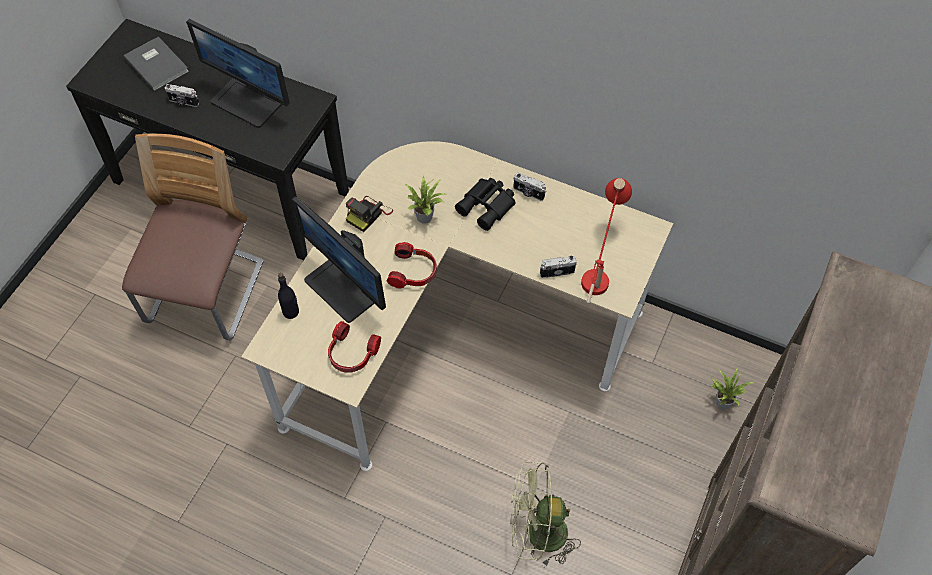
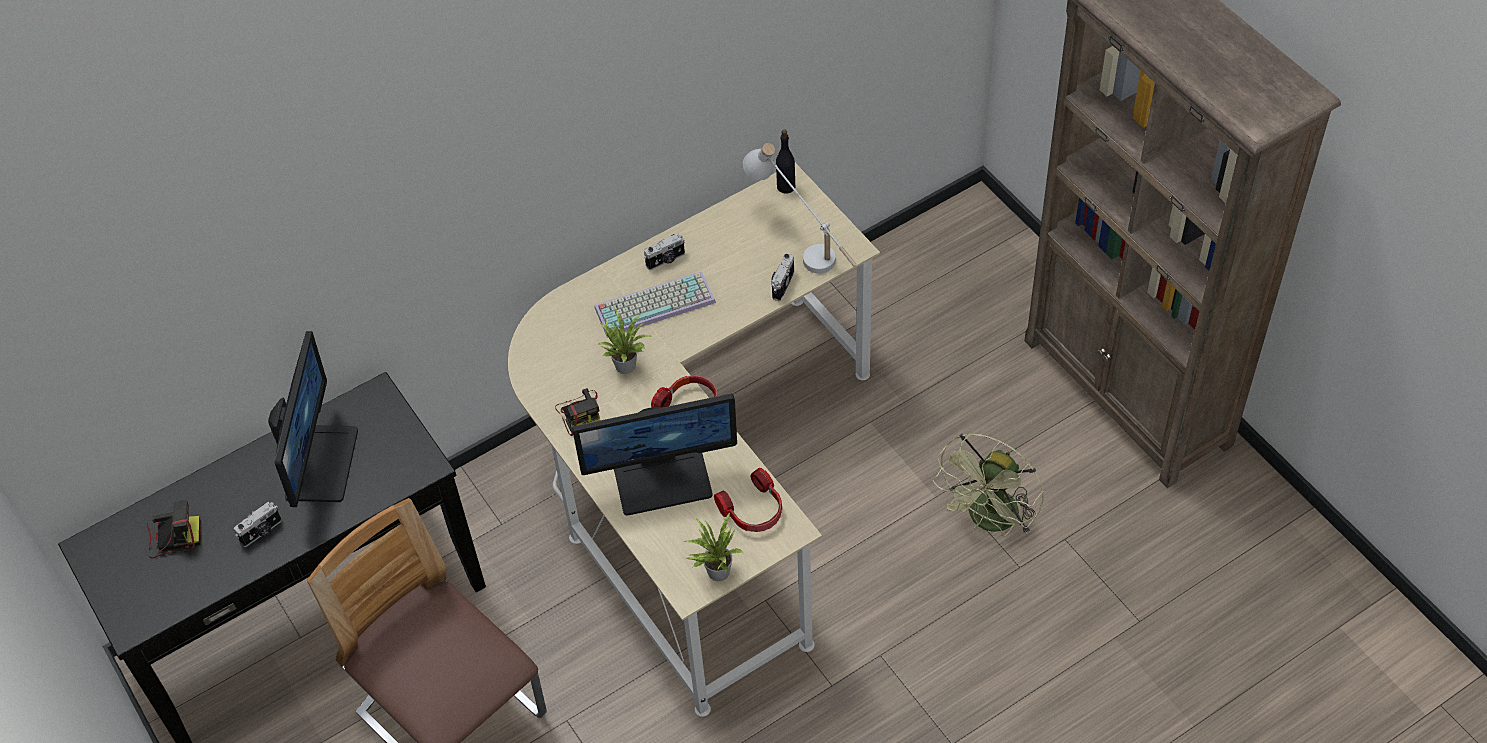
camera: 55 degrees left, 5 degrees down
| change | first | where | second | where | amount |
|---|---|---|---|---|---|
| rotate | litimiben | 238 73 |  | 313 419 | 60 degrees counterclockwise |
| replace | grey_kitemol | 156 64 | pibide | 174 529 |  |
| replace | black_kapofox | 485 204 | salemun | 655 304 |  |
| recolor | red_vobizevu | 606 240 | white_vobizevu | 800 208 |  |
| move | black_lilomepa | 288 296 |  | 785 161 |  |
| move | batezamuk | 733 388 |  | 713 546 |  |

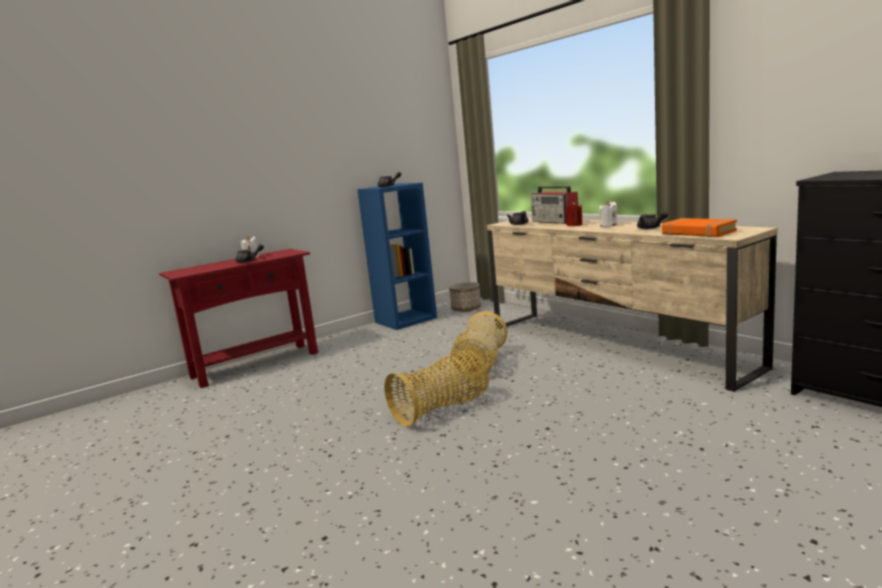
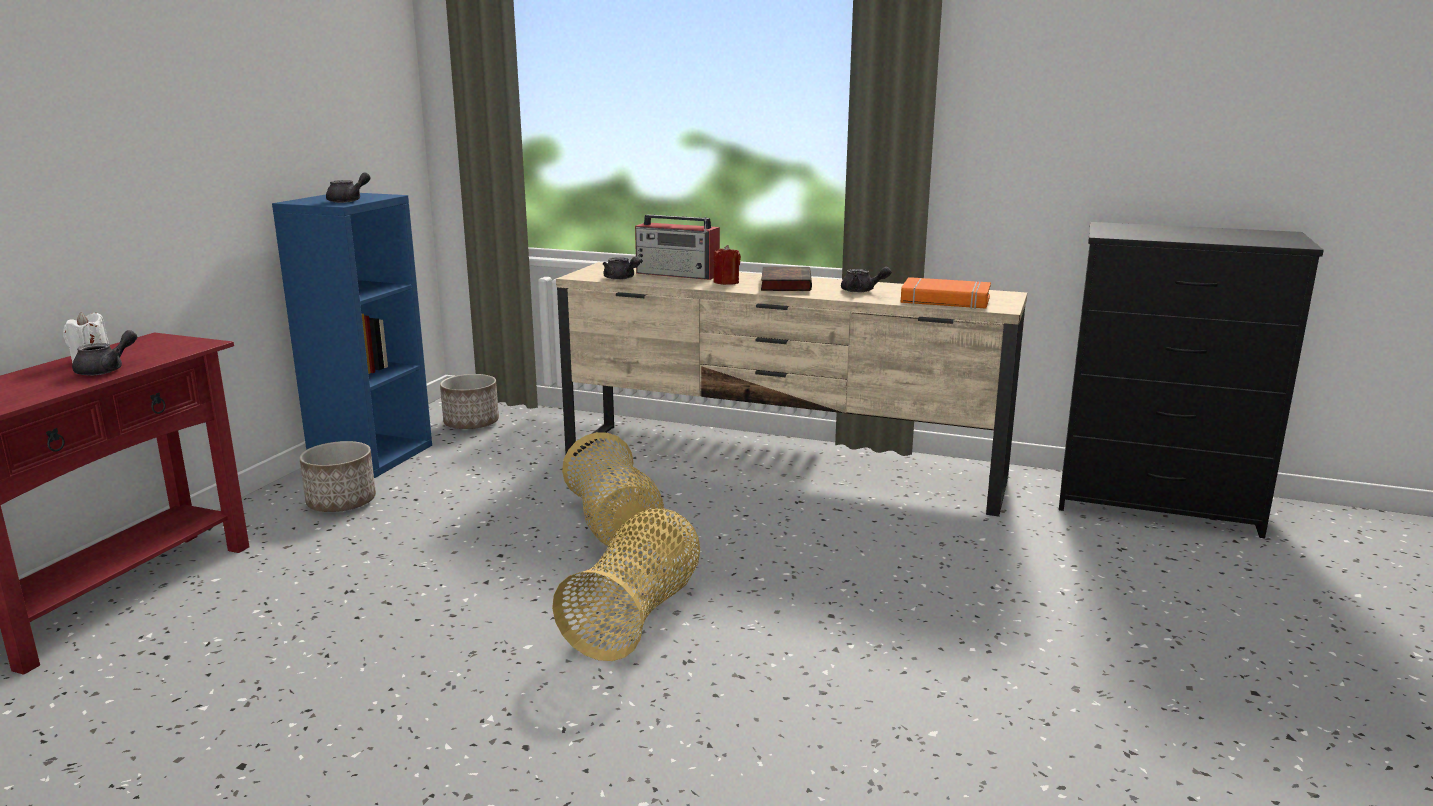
camera: 35 degrees left, 5 degrees up
| change | first | where | second | where | amount |
|---|---|---|---|---|---|
| replace | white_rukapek | 608 214 | kitemol | 786 279 |  |
| insert |  |  | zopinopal | 337 476 |  |

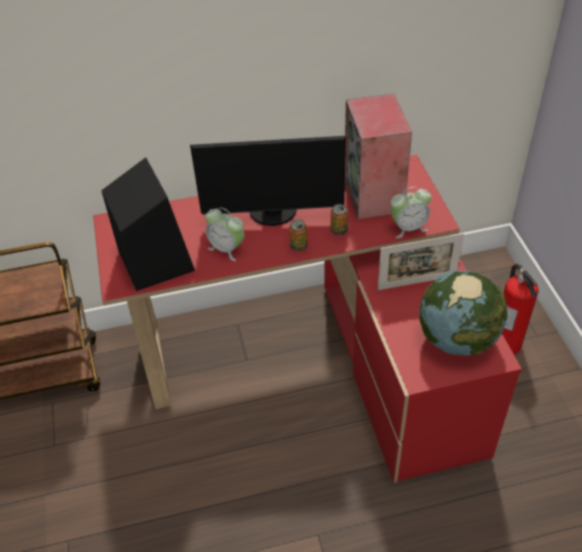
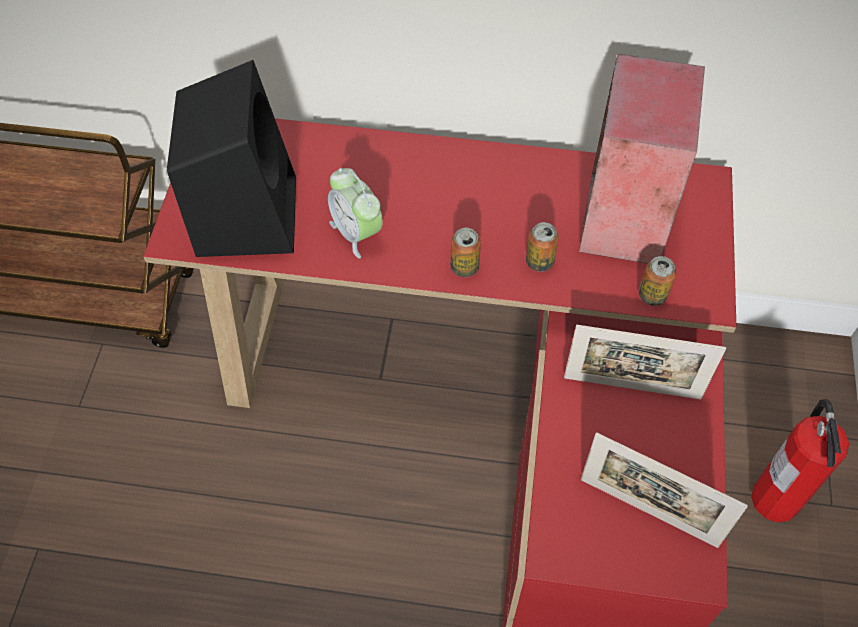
camera: 20 degrees right, 10 degrees up
| change | first | where | second | where | amount |
|---|---|---|---|---|---|
| delete | litimiben | 268 181 |  |  |  |
| replace | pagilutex | 411 212 | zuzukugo | 657 281 |  |
| replace | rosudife | 463 313 | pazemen | 664 490 |  |

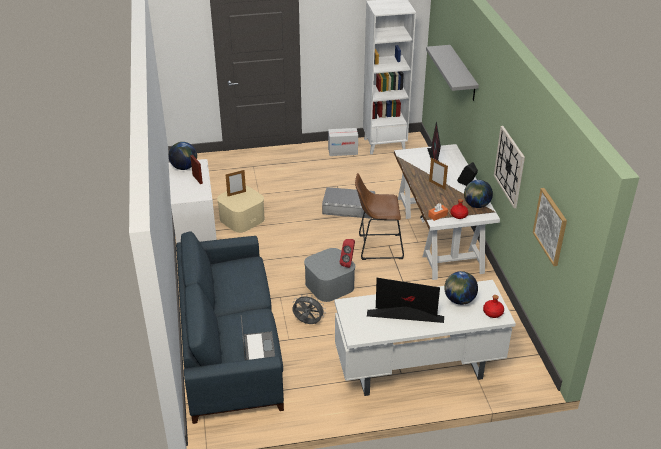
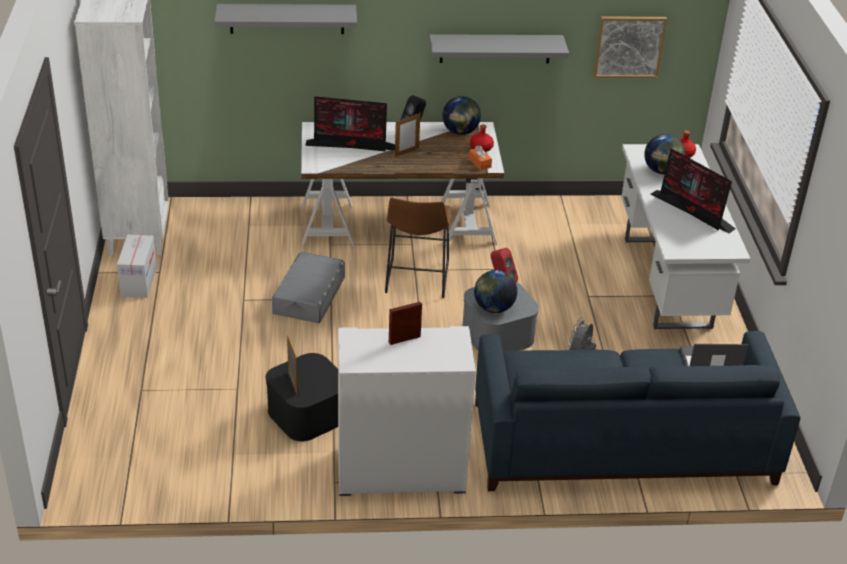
camera: 85 degrees left, 0 degrees up
| change | first | where | second | where | amount |
|---|---|---|---|---|---|
| replace | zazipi | 509 167 | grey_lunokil | 499 48 |  |
| move | rosudife | 183 156 |  | 495 291 |  |
| recolor | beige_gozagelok | 241 209 | black_gozagelok | 302 397 |  |
| rotate | litimiben | 405 300 |  | 693 190 | 60 degrees counterclockwise |

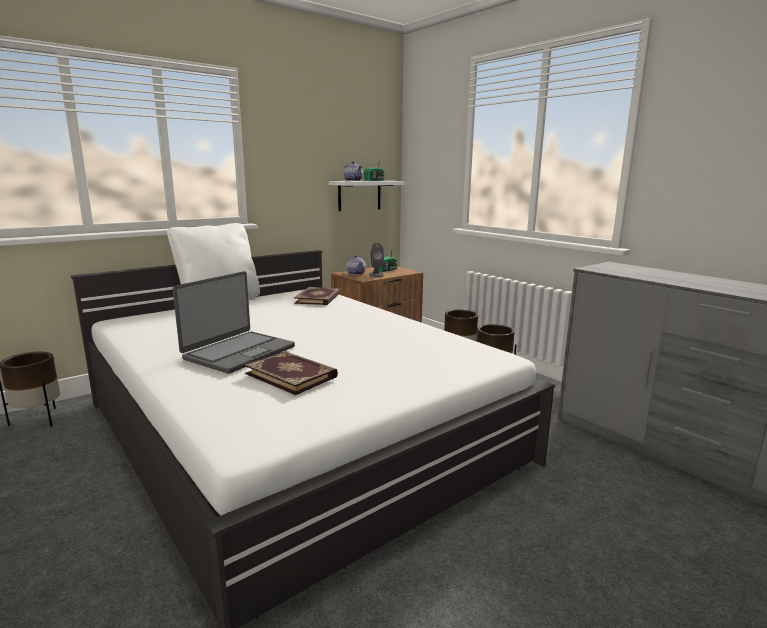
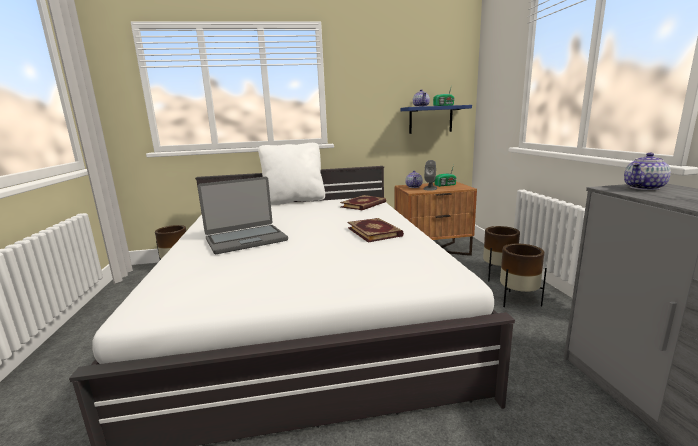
camera: 30 degrees right, 0 degrees up
| change | first | where | second | where | amount |
|---|---|---|---|---|---|
| recolor | white_lunokil | 367 196 | blue_lunokil | 436 119 |  |
| move | kitemol | 291 373 |  | 376 230 |  |
| insert |  |  | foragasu | 647 171 |  |

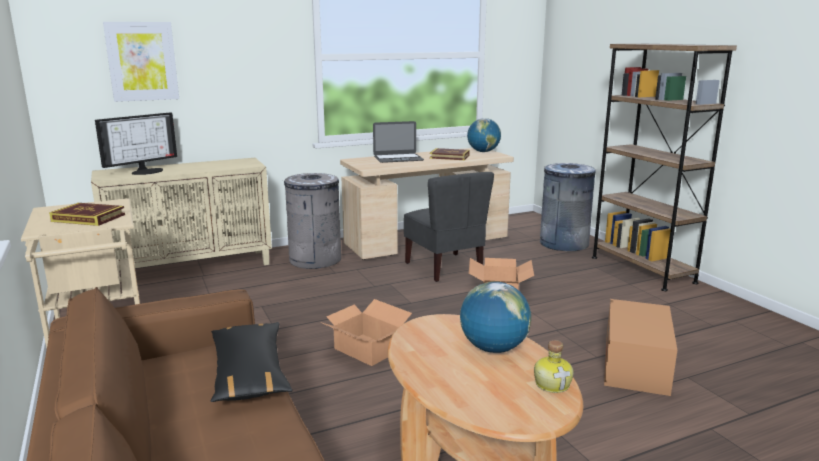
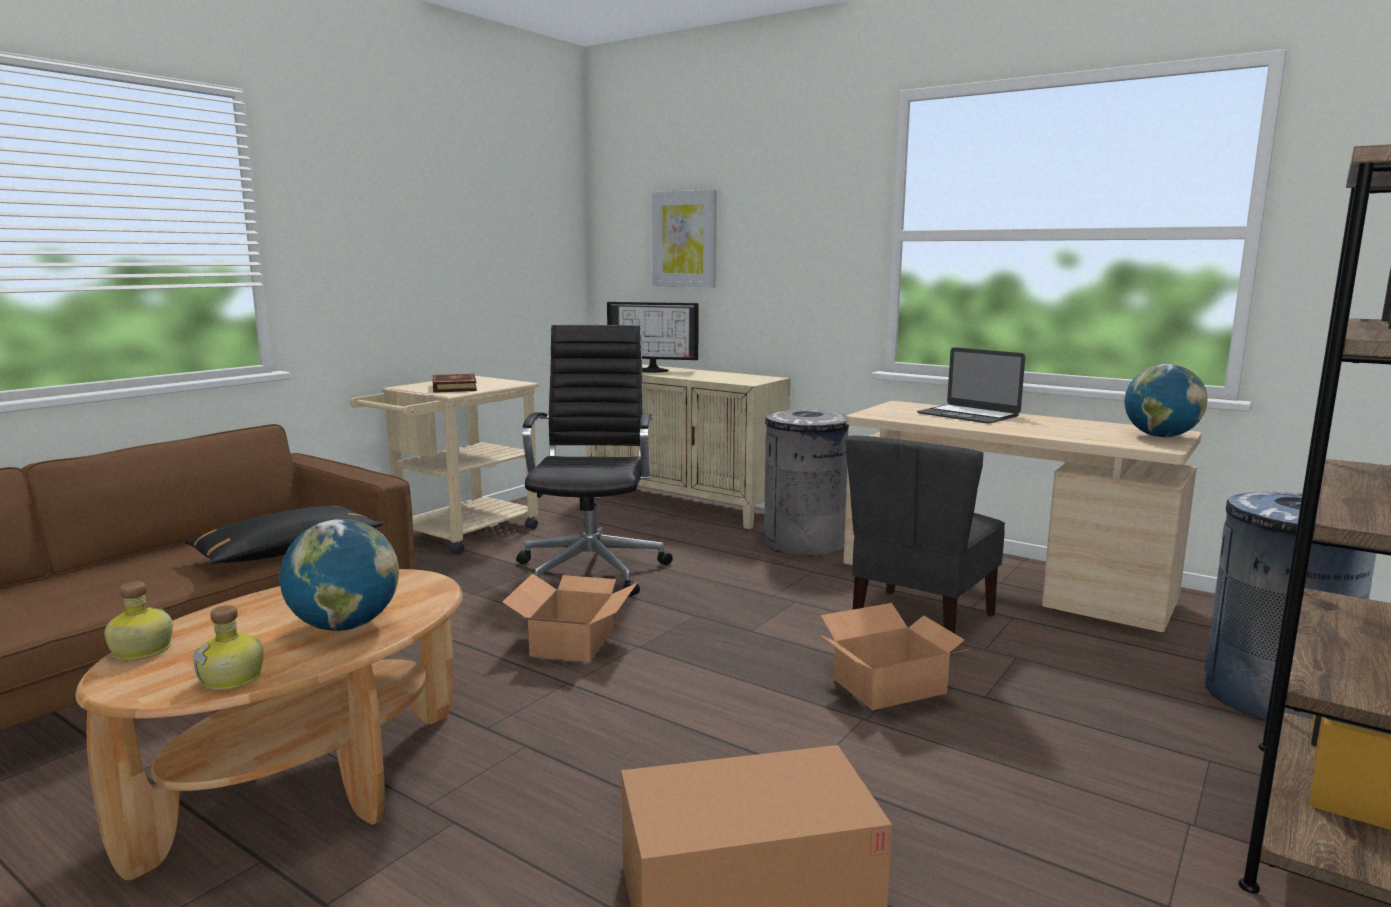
camera: 60 degrees right, 5 degrees down
| change | first | where | second | where | amount |
|---|---|---|---|---|---|
| delete | kitemol | 450 154 |  |  |  |
| insert |  |  | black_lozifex | 594 461 |  |
| insert |  |  | lilomepa | 138 621 |  |

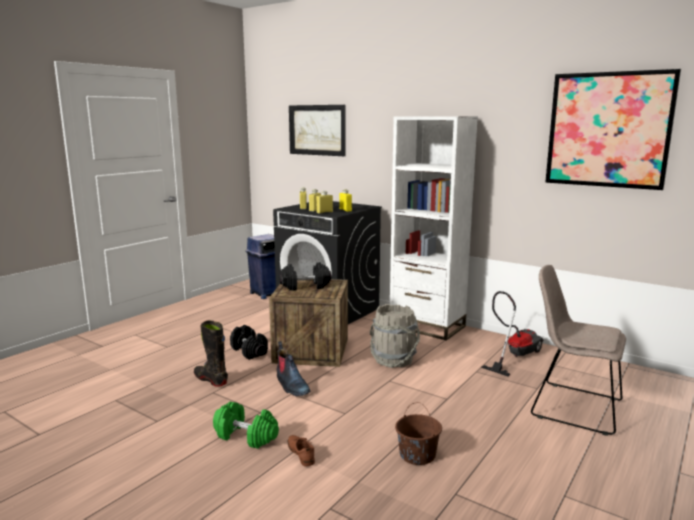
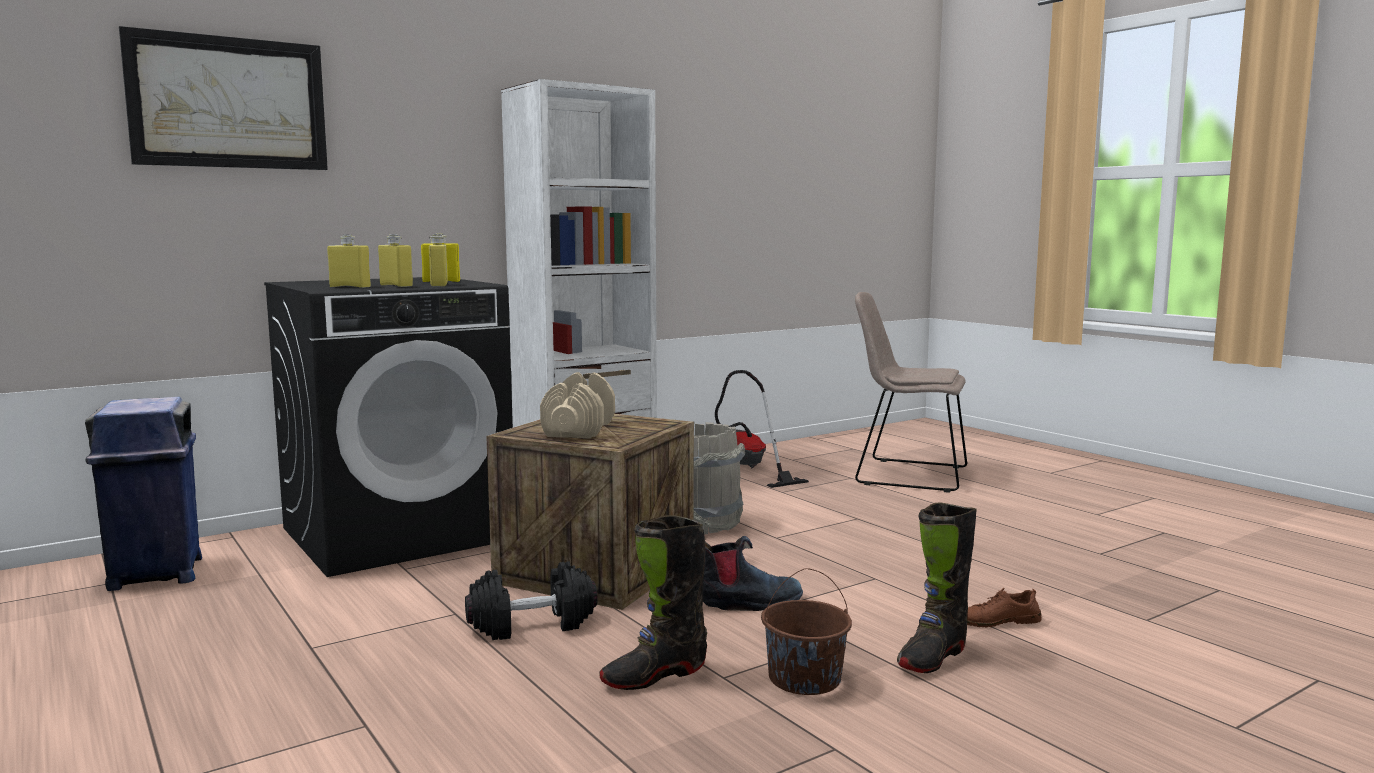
camera: 70 degrees left, 5 degrees down
| change | first | where | second | where | amount |
|---|---|---|---|---|---|
| delete | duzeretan | 613 129 |  |  |  |
| recolor | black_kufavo | 305 276 | beige_kufavo | 577 405 |  |
| rotate | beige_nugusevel | 578 350 |  | 911 392 | 60 degrees clockwise |
| replace | green_kufavo | 246 425 | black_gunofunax | 937 587 |  |
| move | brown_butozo | 418 433 |  | 806 631 |  |

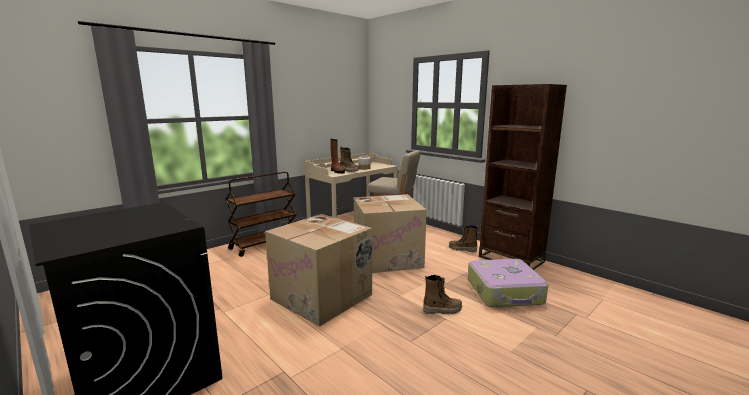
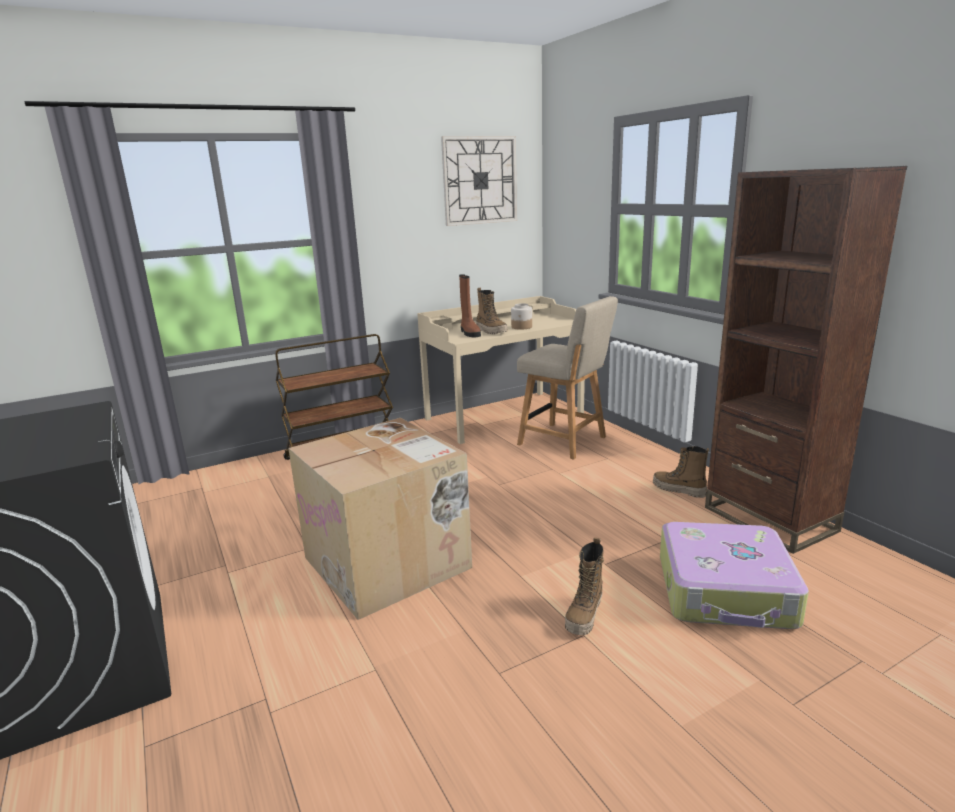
camera: 15 degrees right, 5 degrees up
| change | first | where | second | where | amount |
|---|---|---|---|---|---|
| delete | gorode | 390 233 |  |  |  |
| rotate | gunofunax | 442 294 |  | 584 586 | 105 degrees clockwise |
| insert |  |  | zazipi | 479 181 |  |

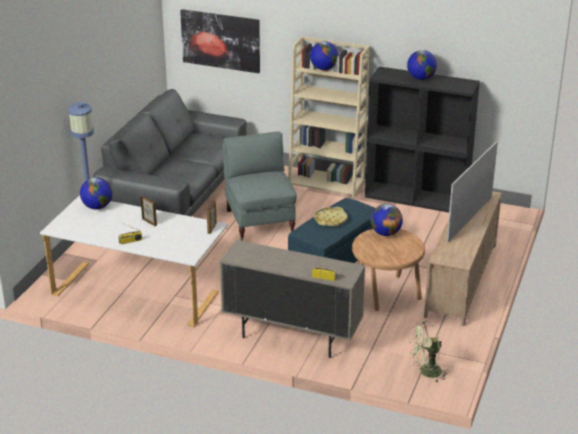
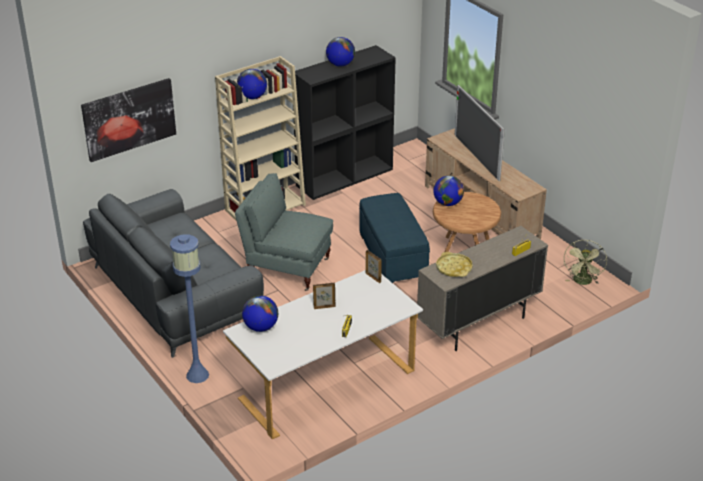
camera: 55 degrees left, 5 degrees up
| change | first | where | second | where | amount |
|---|---|---|---|---|---|
| move | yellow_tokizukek | 330 216 |  | 454 264 |  |

